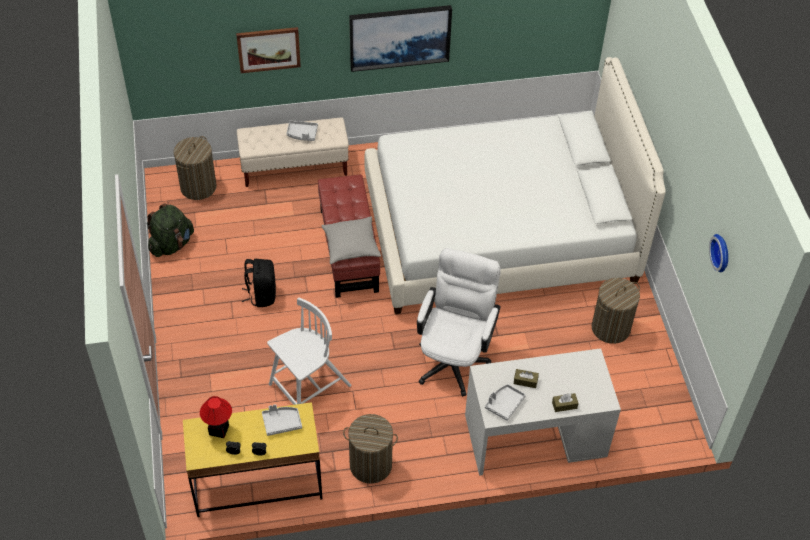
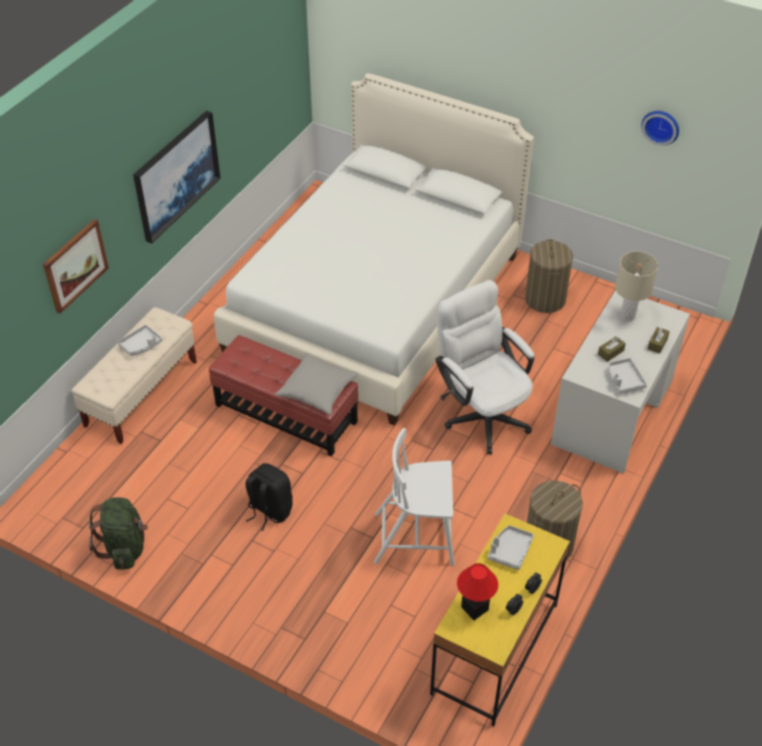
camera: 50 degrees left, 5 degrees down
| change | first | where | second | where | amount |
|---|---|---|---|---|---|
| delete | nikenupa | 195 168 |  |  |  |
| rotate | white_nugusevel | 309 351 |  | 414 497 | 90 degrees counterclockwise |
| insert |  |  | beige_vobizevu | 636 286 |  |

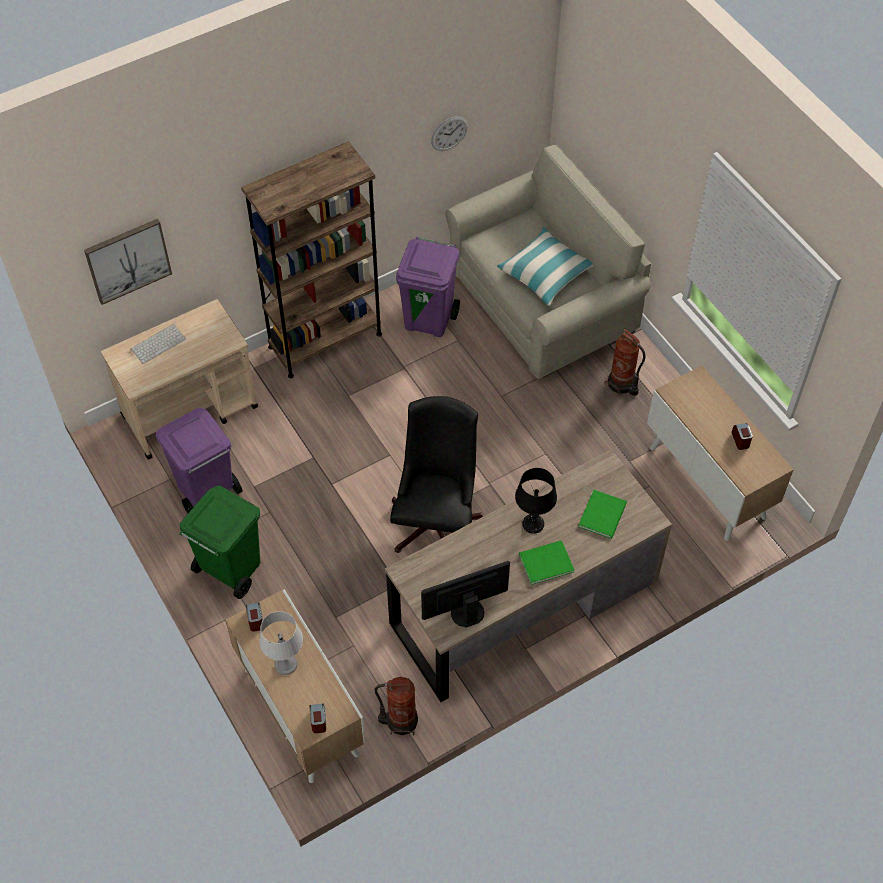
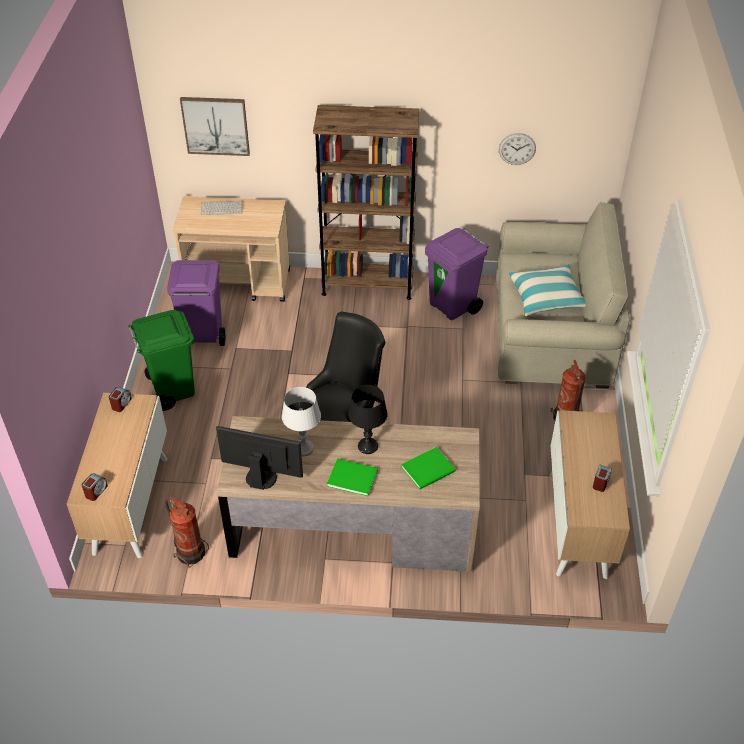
camera: 35 degrees right, 10 degrees down
| change | first | where | second | where | amount |
|---|---|---|---|---|---|
| move | grey_vobizevu | 281 643 |  | 301 421 |  |

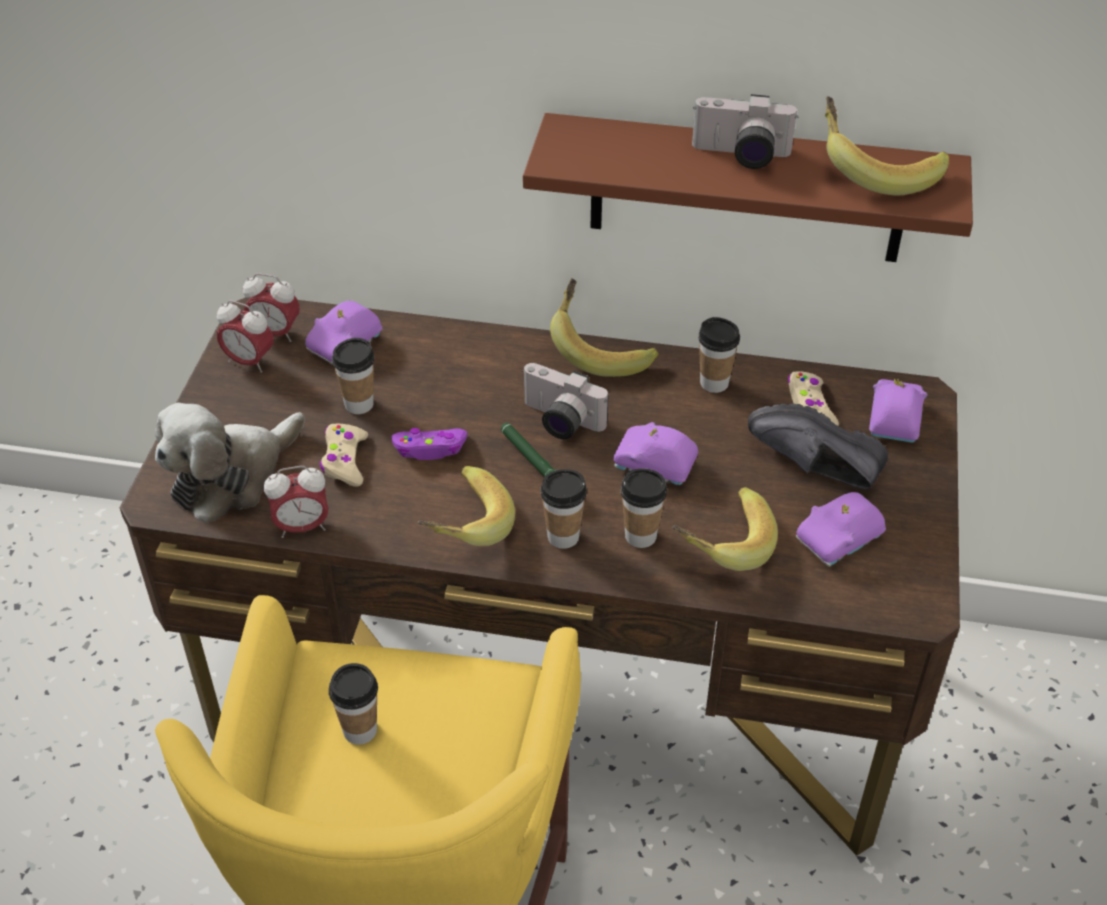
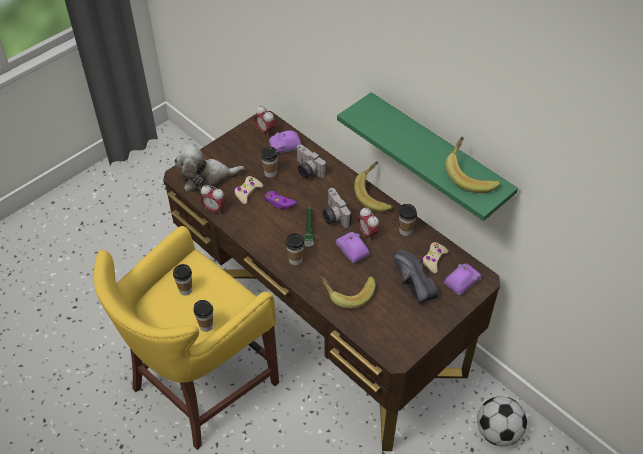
camera: 35 degrees right, 5 degrees up
| change | first | where | second | where | amount |
|---|---|---|---|---|---|
| move | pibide | 745 131 |  | 311 161 |  |
| recolor | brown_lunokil | 748 187 | green_lunokil | 427 156 |  |
| move | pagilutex | 245 336 |  | 369 224 |  |
| delete | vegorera | 466 506 |  |  |  |
| move | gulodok | 644 508 |  | 203 316 |  |
| delete | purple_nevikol | 841 529 |  |  |  |
| insert |  |  | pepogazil | 502 421 |  |

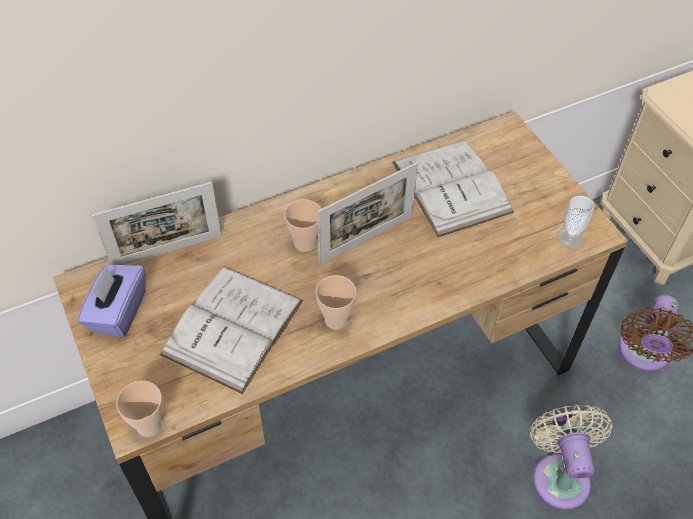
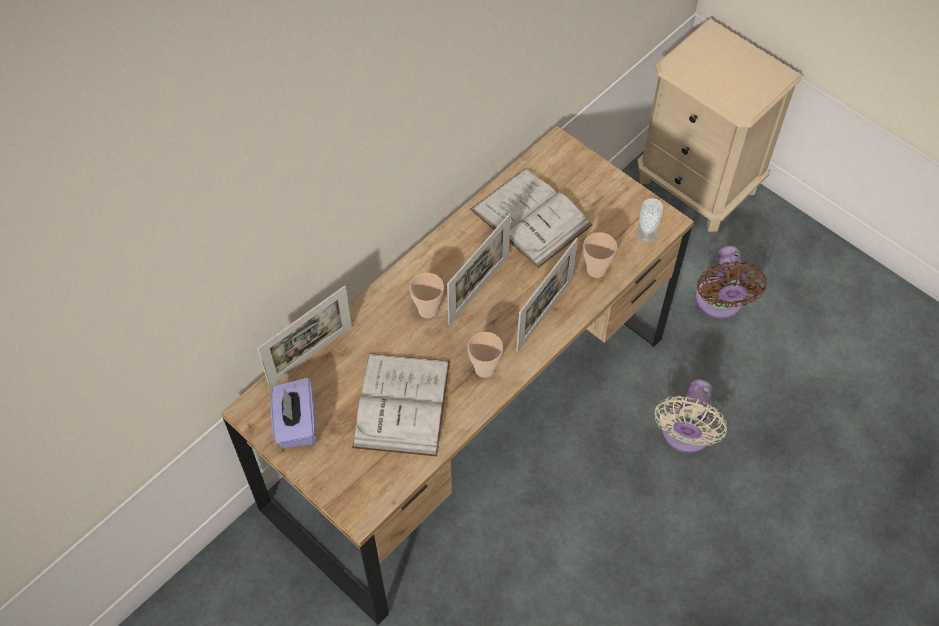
camera: 20 degrees left, 5 degrees up
| change | first | where | second | where | amount |
|---|---|---|---|---|---|
| move | gulodok | 139 409 |  | 600 255 |  |
| rotate | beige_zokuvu | 571 457 |  | 691 416 | 135 degrees counterclockwise |
| insert |  |  | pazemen | 547 295 |  |

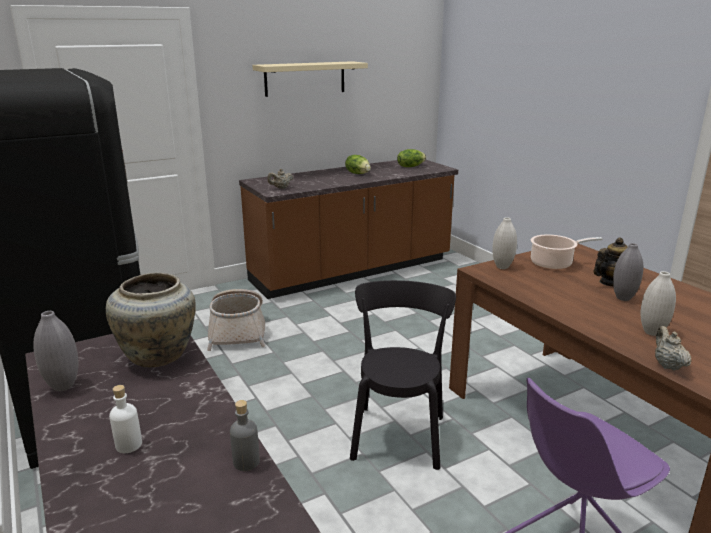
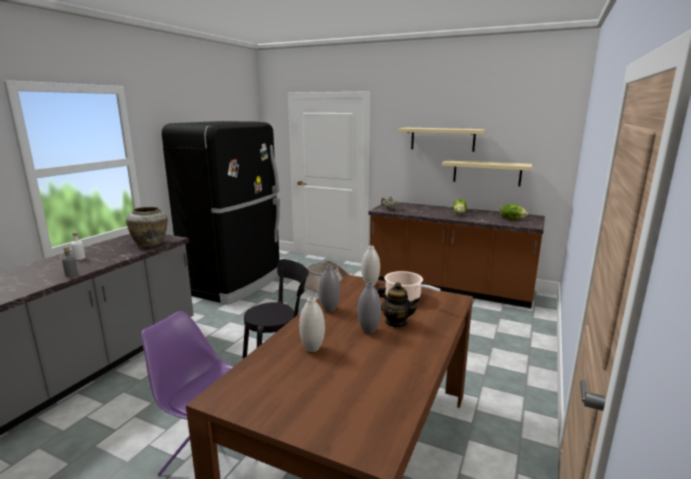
camera: 55 degrees right, 5 degrees down
| change | first | where | second | where | amount |
|---|---|---|---|---|---|
| move | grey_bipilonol | 55 351 |  | 329 288 |  |
| delete | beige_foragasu | 673 348 |  |  |  |
| insert |  |  | beige_lunokil | 487 173 |  |

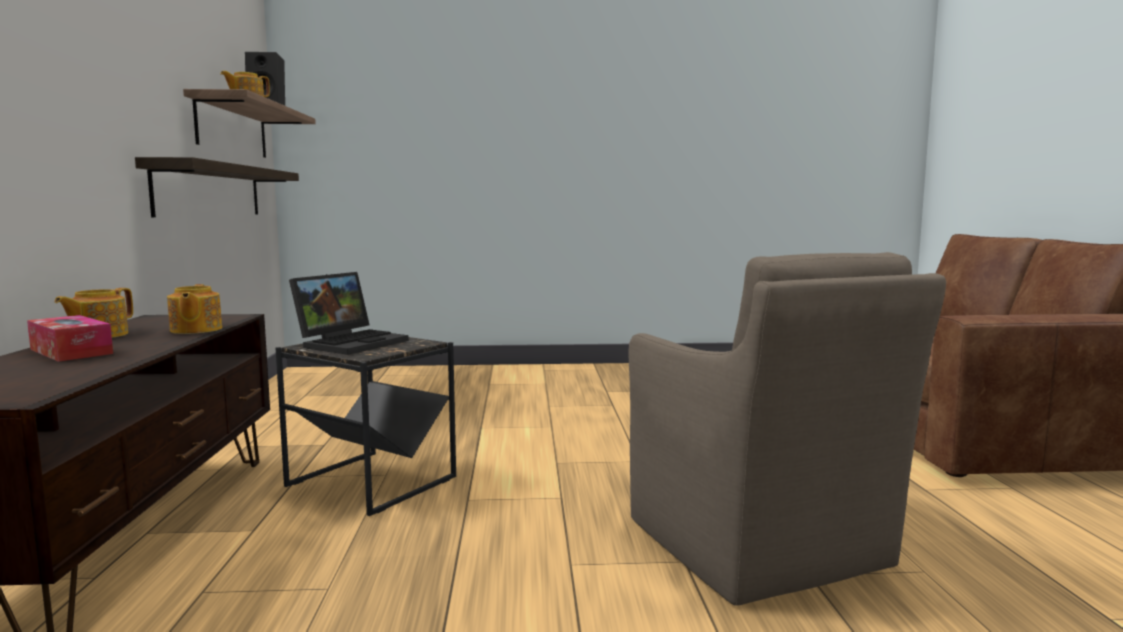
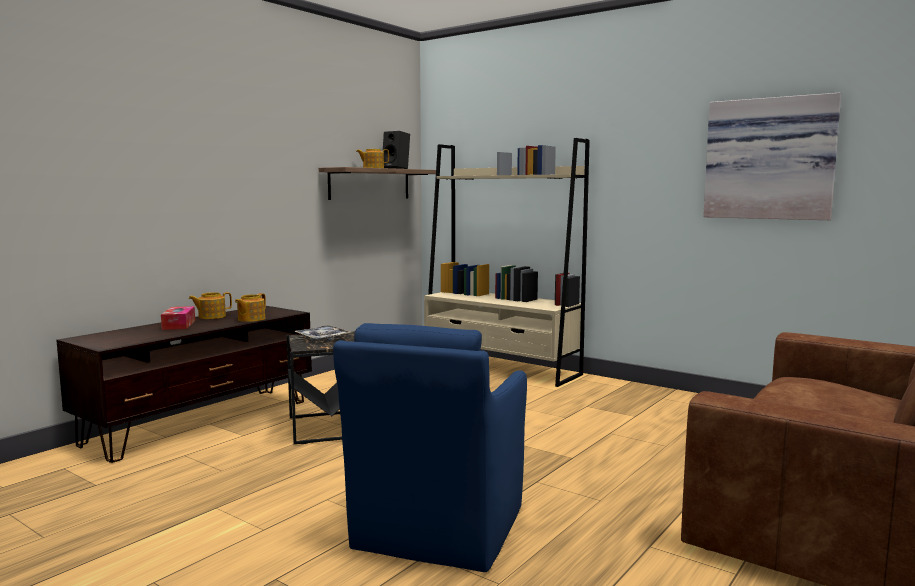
camera: 40 degrees right, 0 degrees up
| change | first | where | second | where | amount |
|---|---|---|---|---|---|
| delete | lunokil | 217 187 |  |  |  |
| recolor | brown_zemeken | 787 428 | blue_zemeken | 430 447 |  |
| replace | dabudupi | 349 313 | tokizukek | 322 332 |  |
| insert |  |  | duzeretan | 772 156 |  |
| insert |  |  | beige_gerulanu | 507 262 |  |

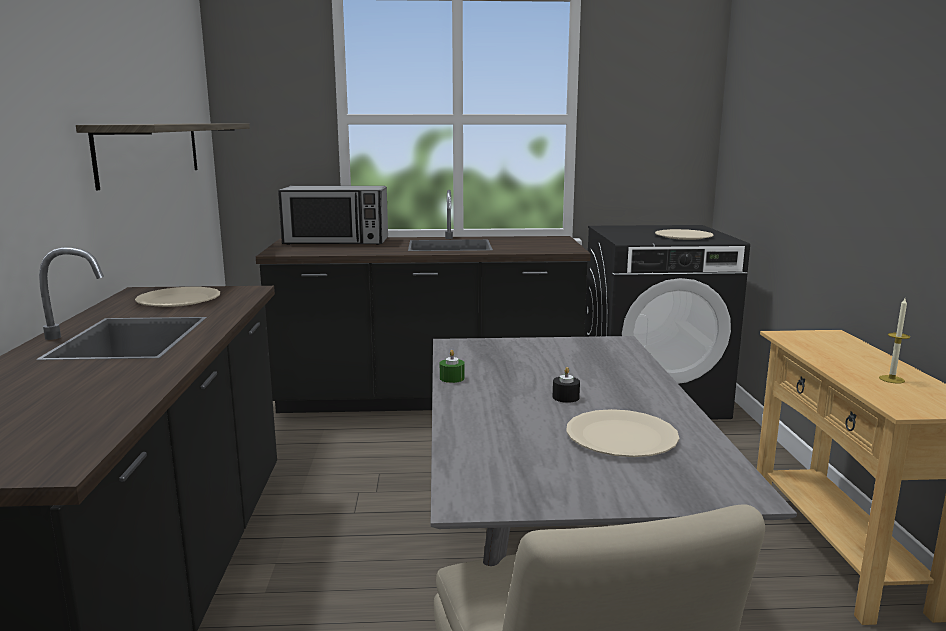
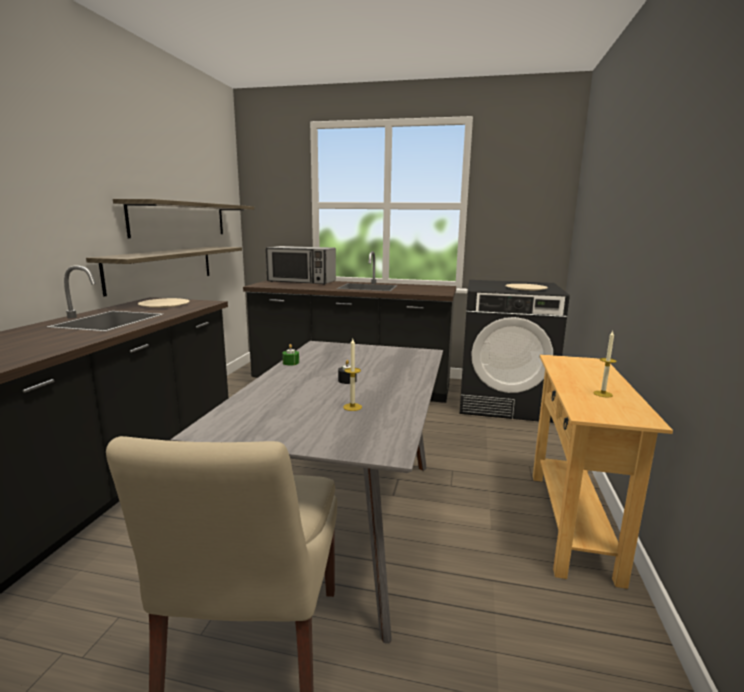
camera: 15 degrees right, 0 degrees up
| change | first | where | second | where | amount |
|---|---|---|---|---|---|
| replace | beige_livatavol | 622 433 | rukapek | 352 375 |  |
| insert |  |  | lunokil | 164 271 |  |

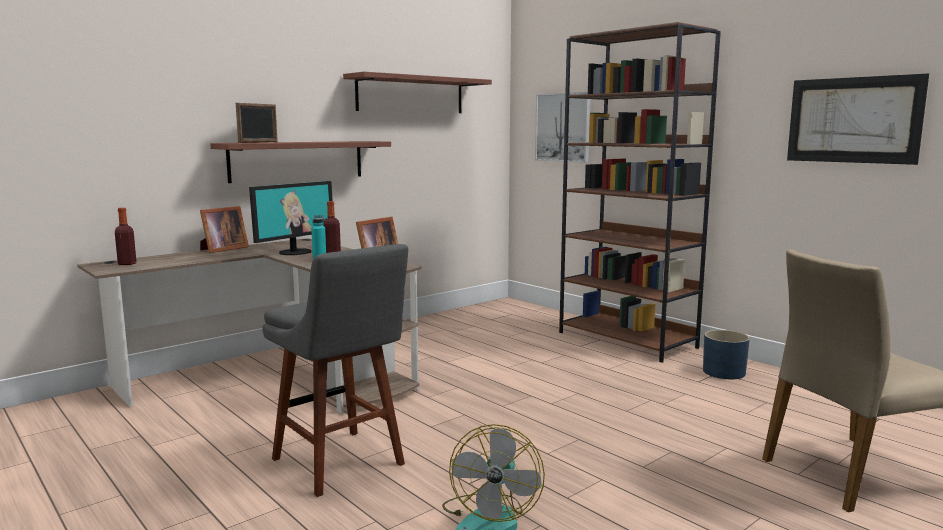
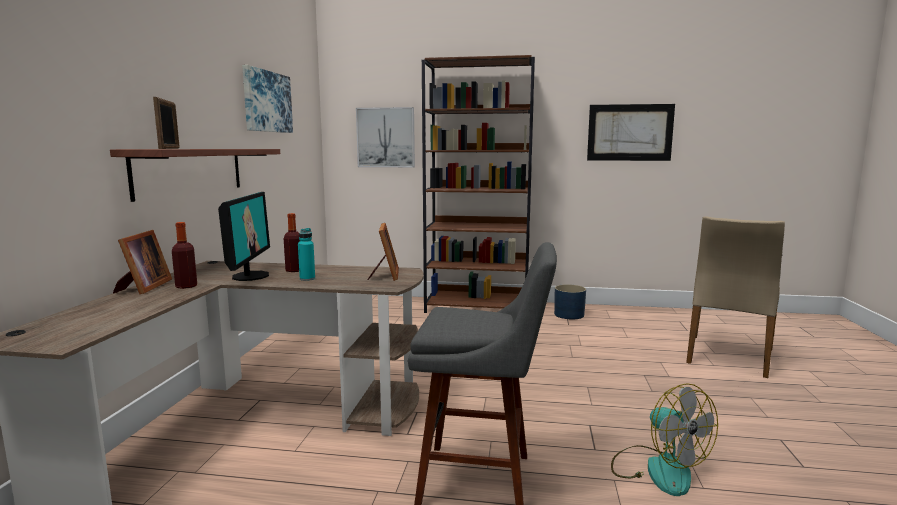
camera: 40 degrees left, 0 degrees up
| change | first | where | second | where | amount |
|---|---|---|---|---|---|
| replace | lunokil | 417 92 | duzeretan | 267 99 |  |
| move | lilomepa | 126 236 |  | 184 255 |  |

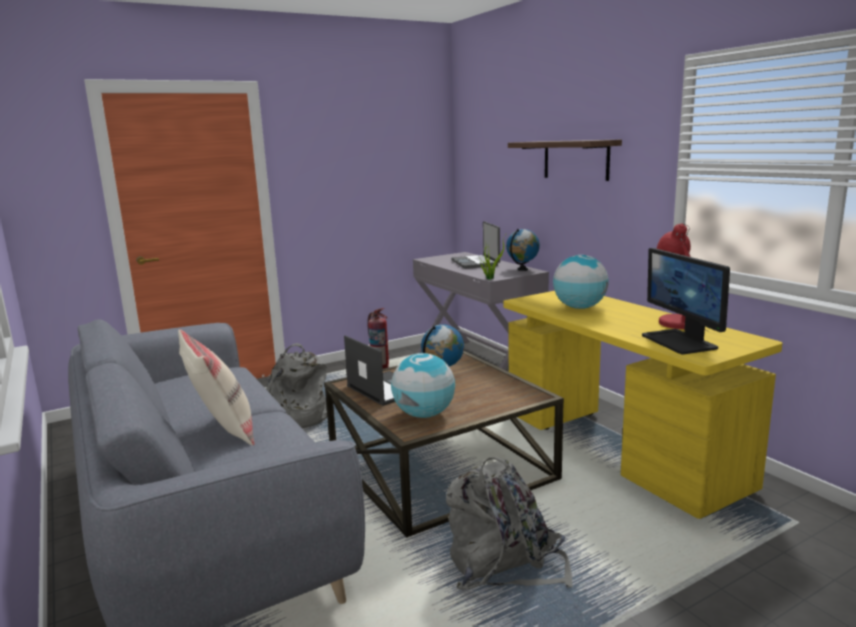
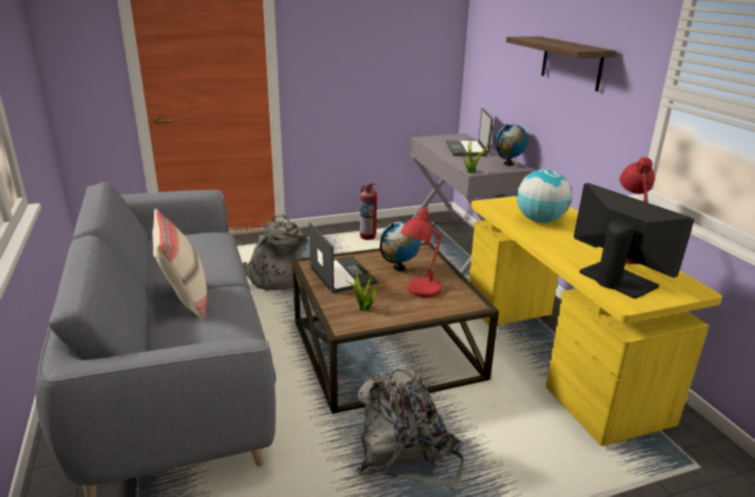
camera: 10 degrees right, 10 degrees up
| change | first | where | second | where | amount |
|---|---|---|---|---|---|
| rotate | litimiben | 686 301 |  | 634 241 | 150 degrees clockwise |
| replace | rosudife | 423 385 | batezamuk | 365 286 |  |
| insert |  |  | red_vobizevu | 422 252 |  |

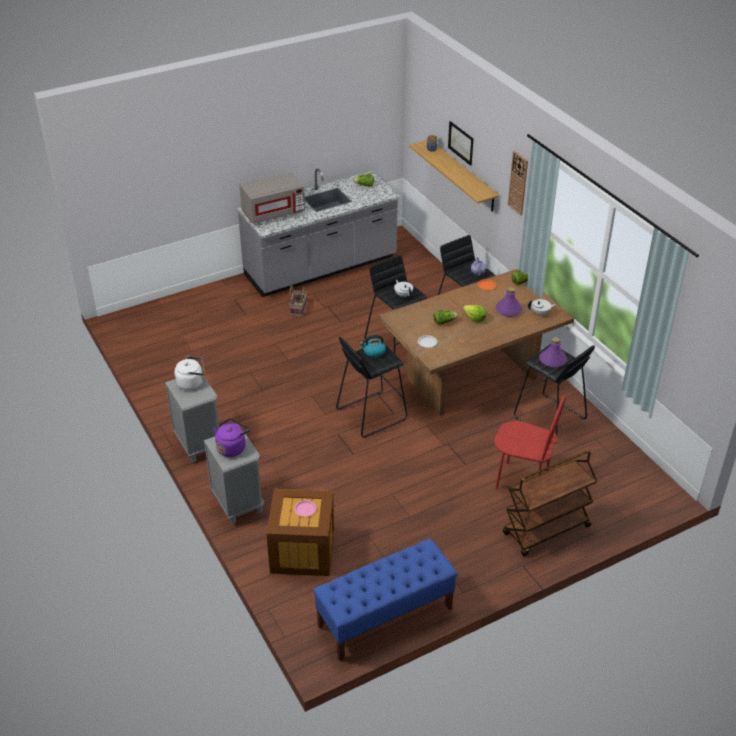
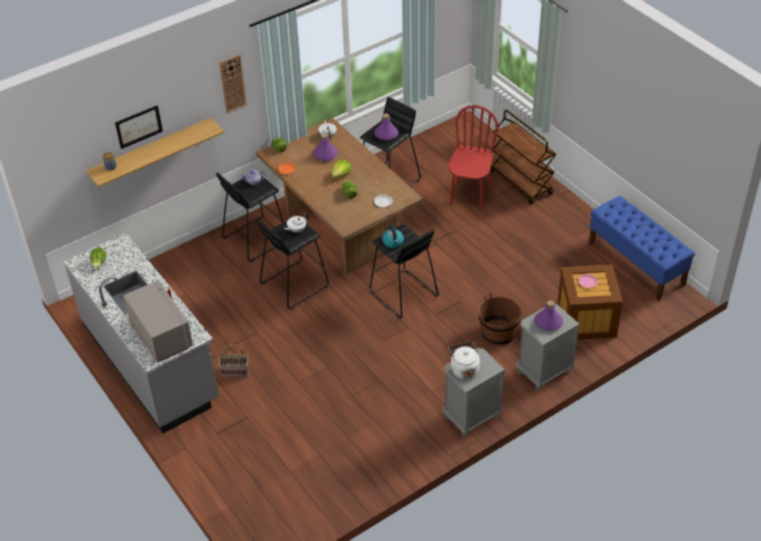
camera: 95 degrees left, 5 degrees up
| change | first | where | second | where | amount |
|---|---|---|---|---|---|
| replace | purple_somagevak | 231 438 | purple_lilomepa | 548 315 |  |
| insert |  |  | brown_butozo | 500 319 |  |

